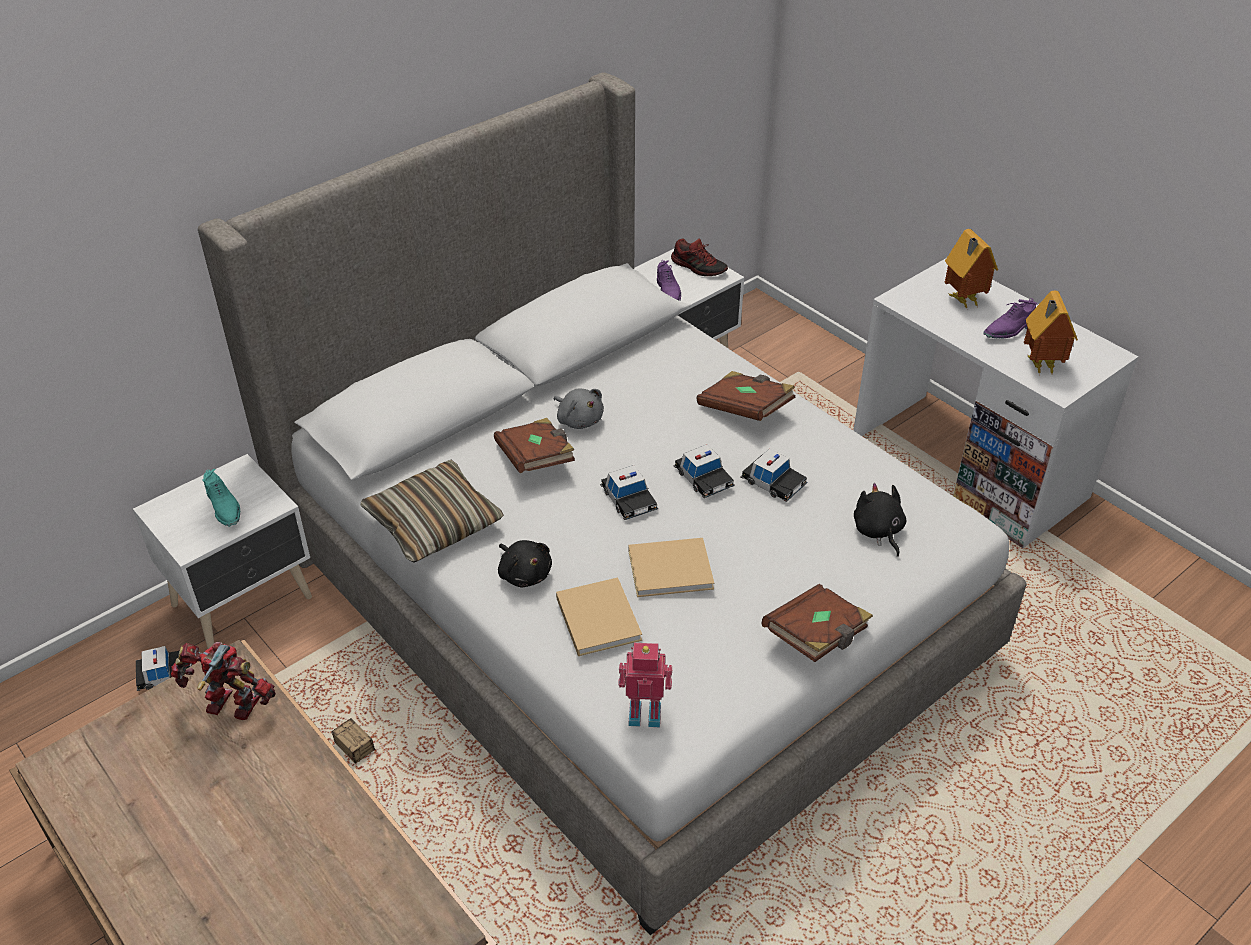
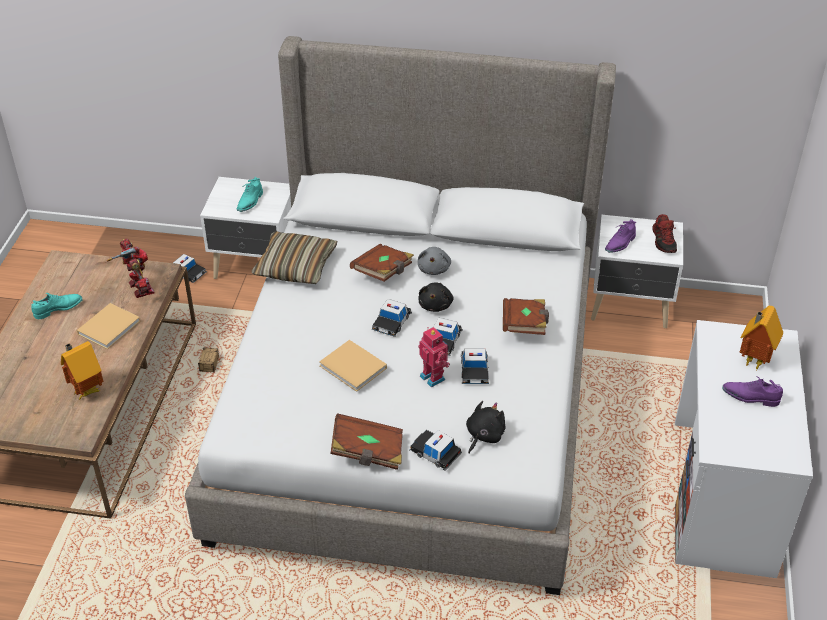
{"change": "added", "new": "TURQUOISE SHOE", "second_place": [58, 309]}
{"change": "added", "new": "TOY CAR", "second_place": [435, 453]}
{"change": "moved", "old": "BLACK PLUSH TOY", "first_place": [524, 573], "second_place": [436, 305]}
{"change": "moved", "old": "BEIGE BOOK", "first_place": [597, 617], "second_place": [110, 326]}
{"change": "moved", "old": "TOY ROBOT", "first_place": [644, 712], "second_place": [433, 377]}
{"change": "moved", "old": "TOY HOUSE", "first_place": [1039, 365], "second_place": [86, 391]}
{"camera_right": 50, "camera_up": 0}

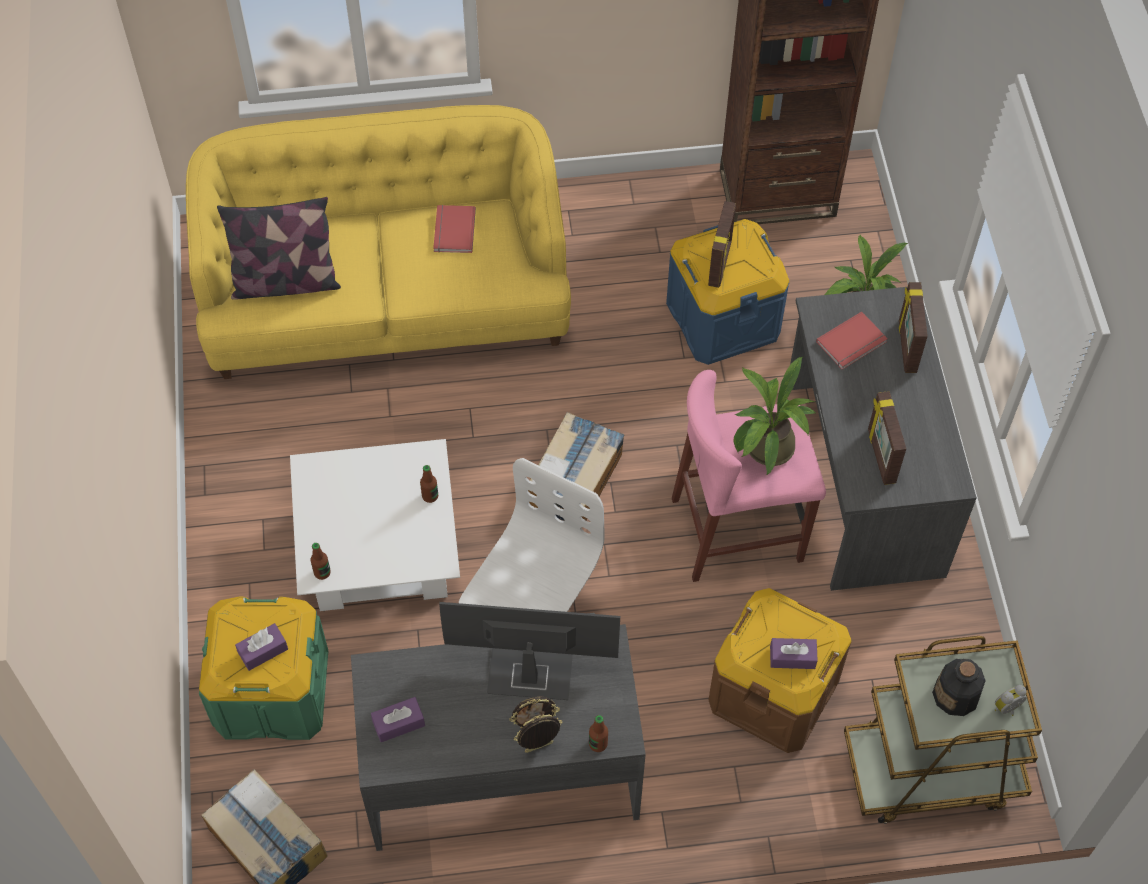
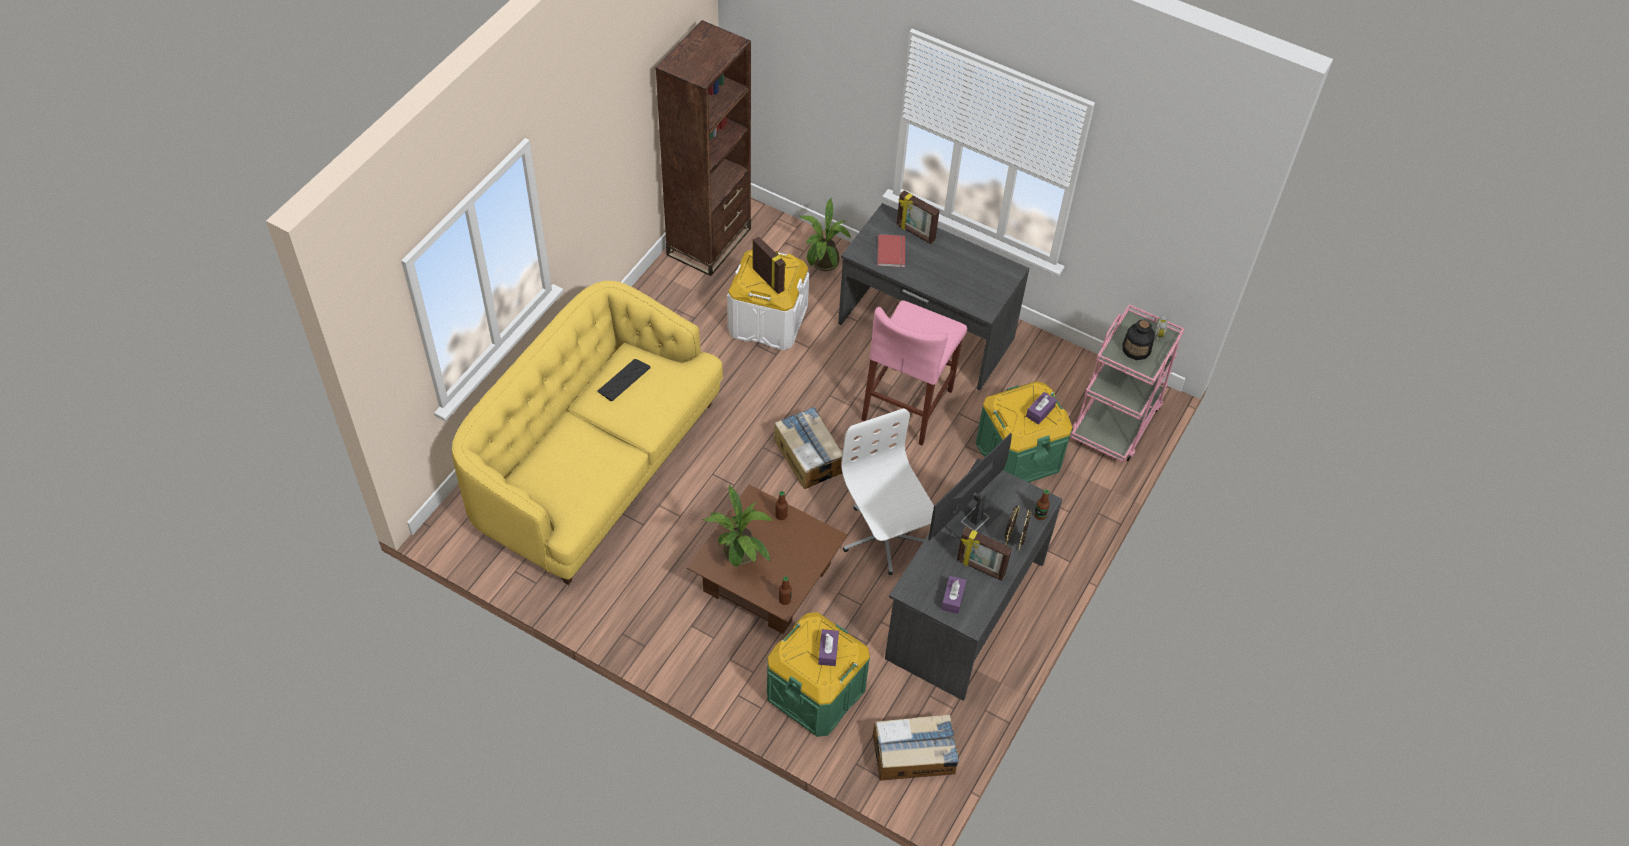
{"change": "removed", "old": "PILLOW", "first_place": [285, 282]}
{"change": "moved", "old": "POTTED PLANT", "first_place": [765, 451], "second_place": [740, 556]}
{"change": "moved", "old": "PICTURE FRAME", "first_place": [880, 456], "second_place": [980, 568]}
{"change": "replaced", "old": "RED BOOK", "new": "KEYBOARD", "first_place": [452, 231], "second_place": [624, 380]}
{"change": "recoloured", "old": "WHITE COFFEE TABLE", "new": "BROWN COFFEE TABLE", "first_place": [379, 548], "second_place": [767, 578]}
{"change": "recoloured", "old": "BLUE STORAGE BOX", "new": "WHITE STORAGE BOX", "first_place": [722, 318], "second_place": [767, 321]}
{"change": "recoloured", "old": "BROWN STORAGE BOX", "new": "GREEN STORAGE BOX", "first_place": [773, 692], "second_place": [1018, 455]}
{"change": "recoloured", "old": "BROWN CART", "new": "PINK CART", "first_place": [931, 770], "second_place": [1116, 420]}
{"camera_right": -55, "camera_up": -5}

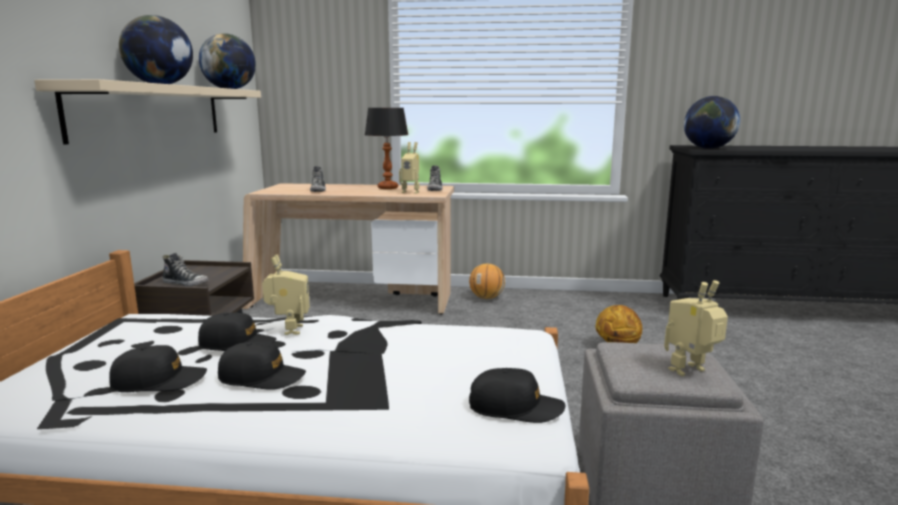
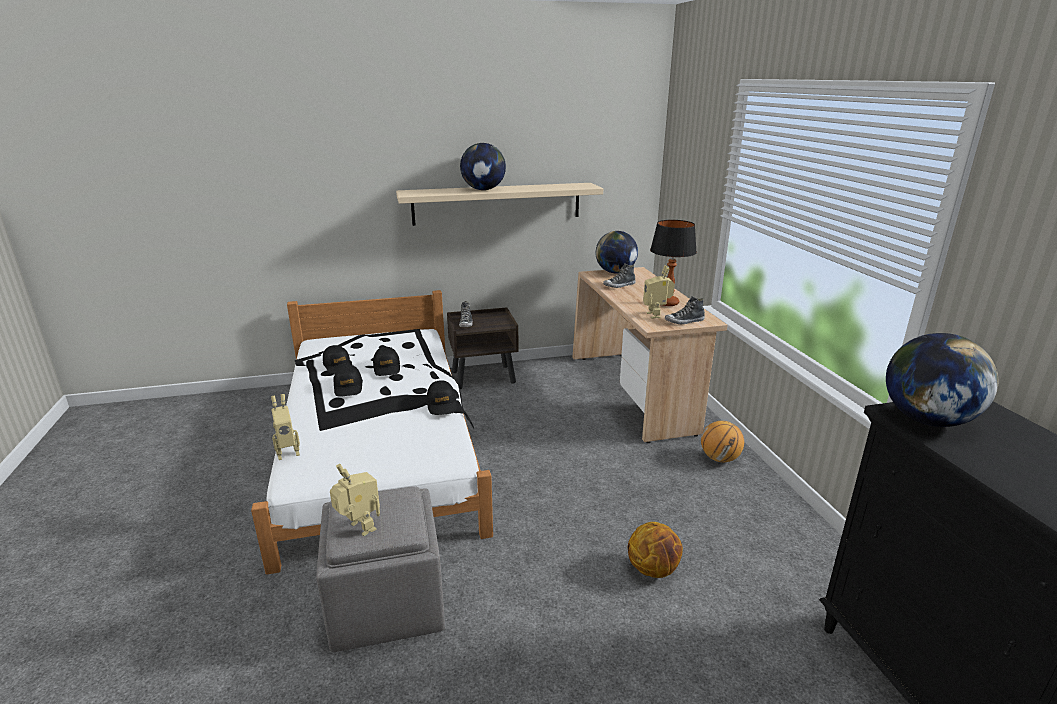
{"change": "moved", "old": "GLOBE", "first_place": [230, 89], "second_place": [615, 272]}
{"change": "moved", "old": "TOY ROBOT", "first_place": [288, 330], "second_place": [288, 452]}
{"change": "moved", "old": "BLACK CAP", "first_place": [515, 407], "second_place": [442, 404]}
{"camera_right": 70, "camera_up": 10}

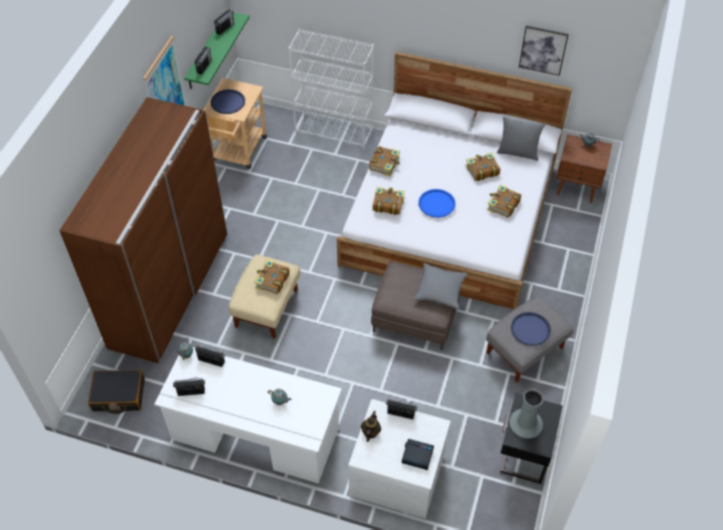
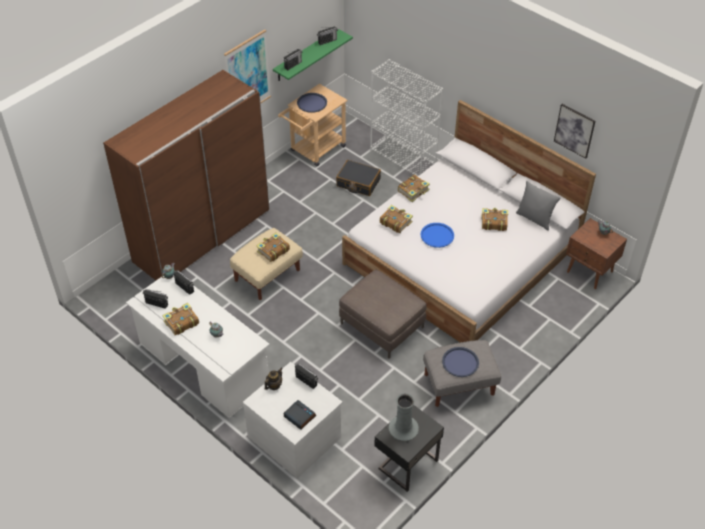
{"change": "removed", "old": "GREY PILLOW", "first_place": [440, 290]}
{"change": "moved", "old": "BLACK SUITCASE", "first_place": [118, 395], "second_place": [358, 183]}
{"change": "moved", "old": "BOOK", "first_place": [503, 205], "second_place": [181, 322]}
{"camera_right": 25, "camera_up": -5}

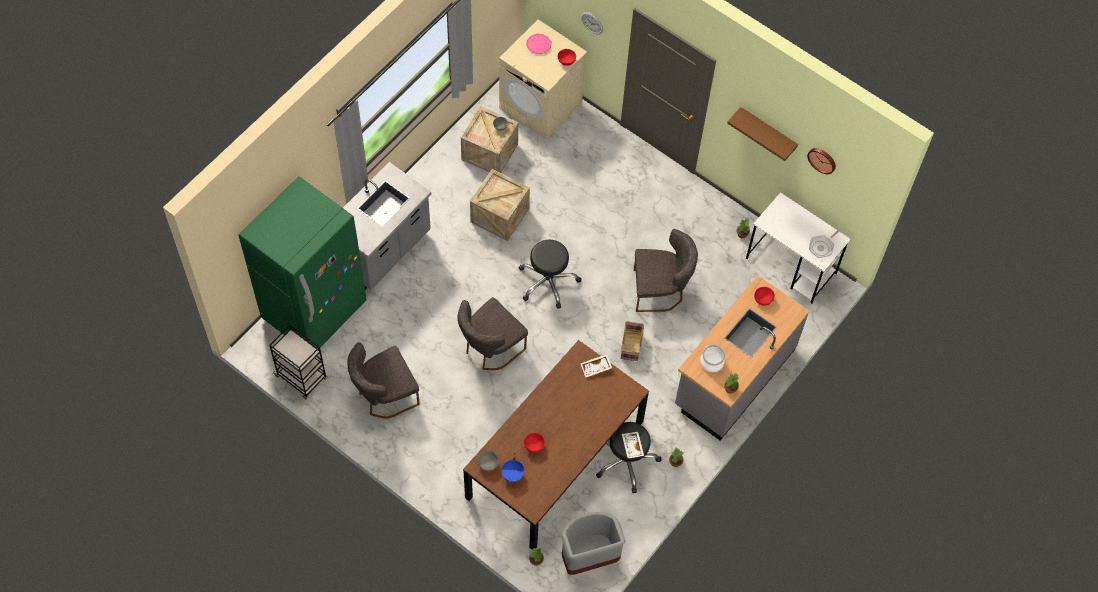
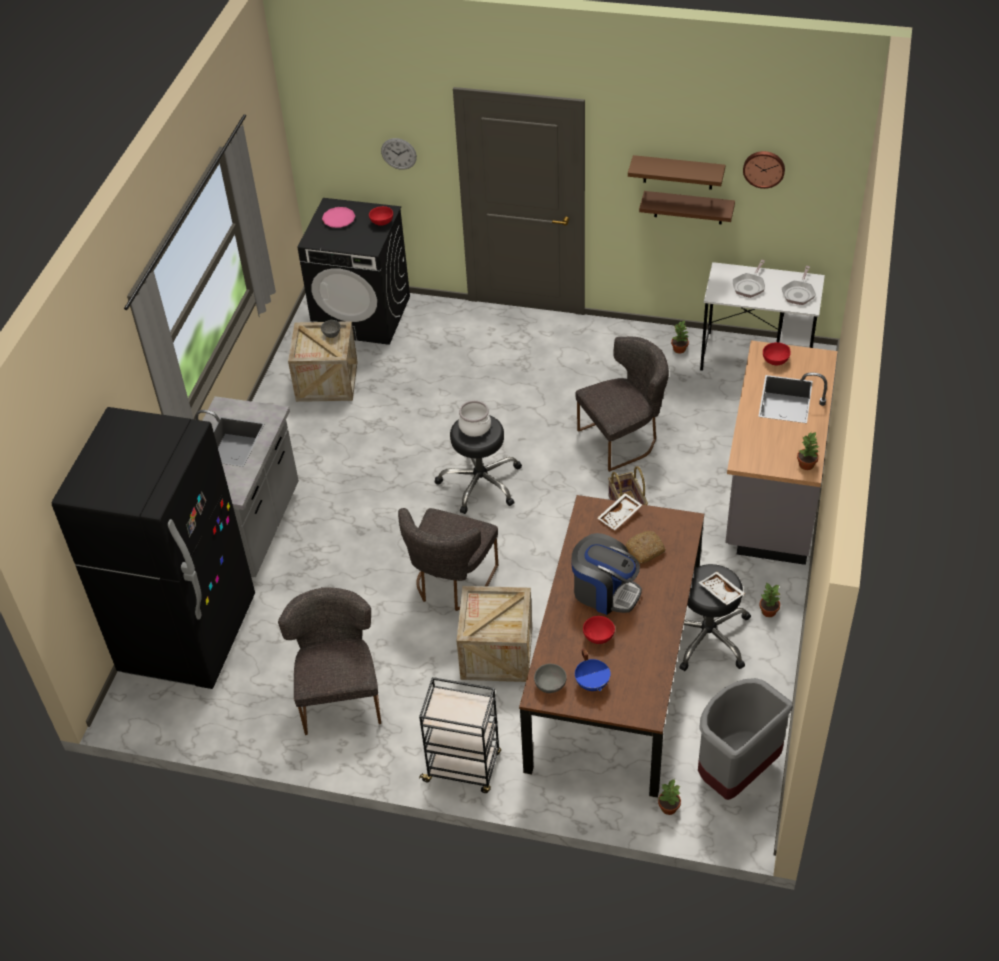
{"change": "added", "new": "COFFEE MACHINE", "second_place": [604, 592]}
{"change": "added", "new": "BREAD", "second_place": [645, 550]}
{"change": "added", "new": "BROWN SHELF", "second_place": [688, 207]}
{"change": "added", "new": "FRYING PAN", "second_place": [749, 286]}
{"change": "moved", "old": "BLACK CART", "first_place": [302, 378], "second_place": [463, 767]}
{"change": "moved", "old": "CRATE", "first_place": [500, 215], "second_place": [497, 653]}
{"change": "moved", "old": "COOKING POT", "first_place": [711, 362], "second_place": [474, 427]}
{"change": "recoloured", "old": "GREEN FRIDGE", "new": "BLACK FRIDGE", "first_place": [314, 311], "second_place": [189, 635]}
{"change": "recoloured", "old": "BEIGE WASHING MACHINE", "new": "BLACK WASHING MACHINE", "first_place": [541, 105], "second_place": [362, 315]}
{"change": "turned", "old": "GREY CHAIR", "first_place": [384, 396], "second_place": [340, 696], "degrees": 135}
{"camera_right": -20, "camera_up": -15}

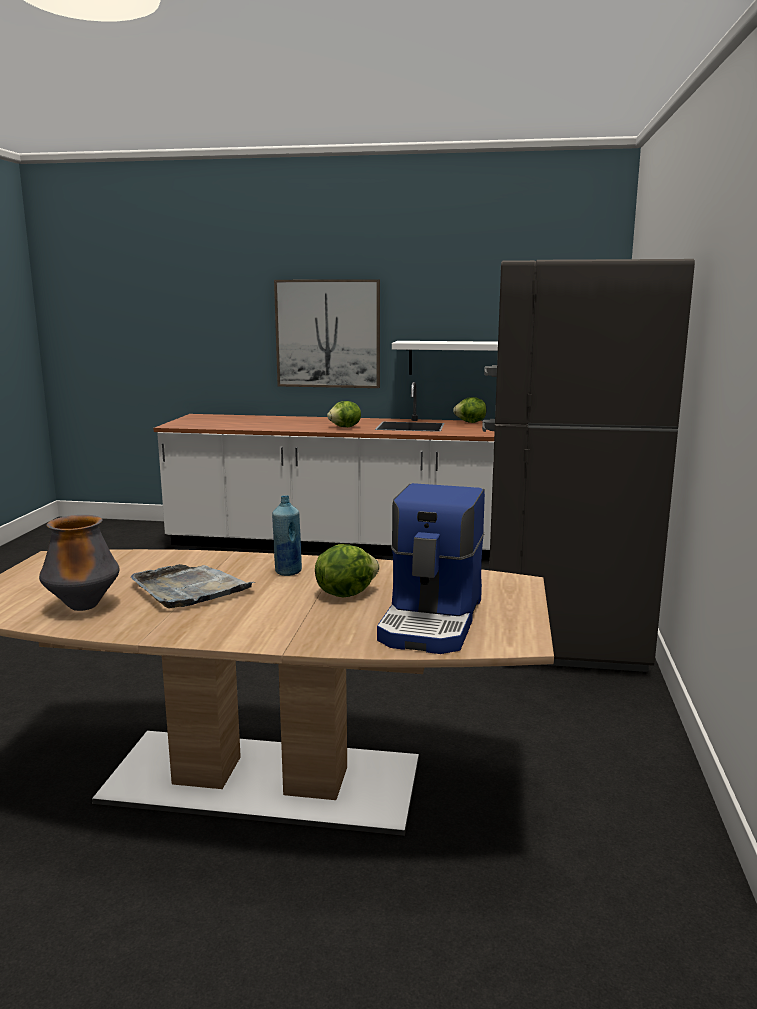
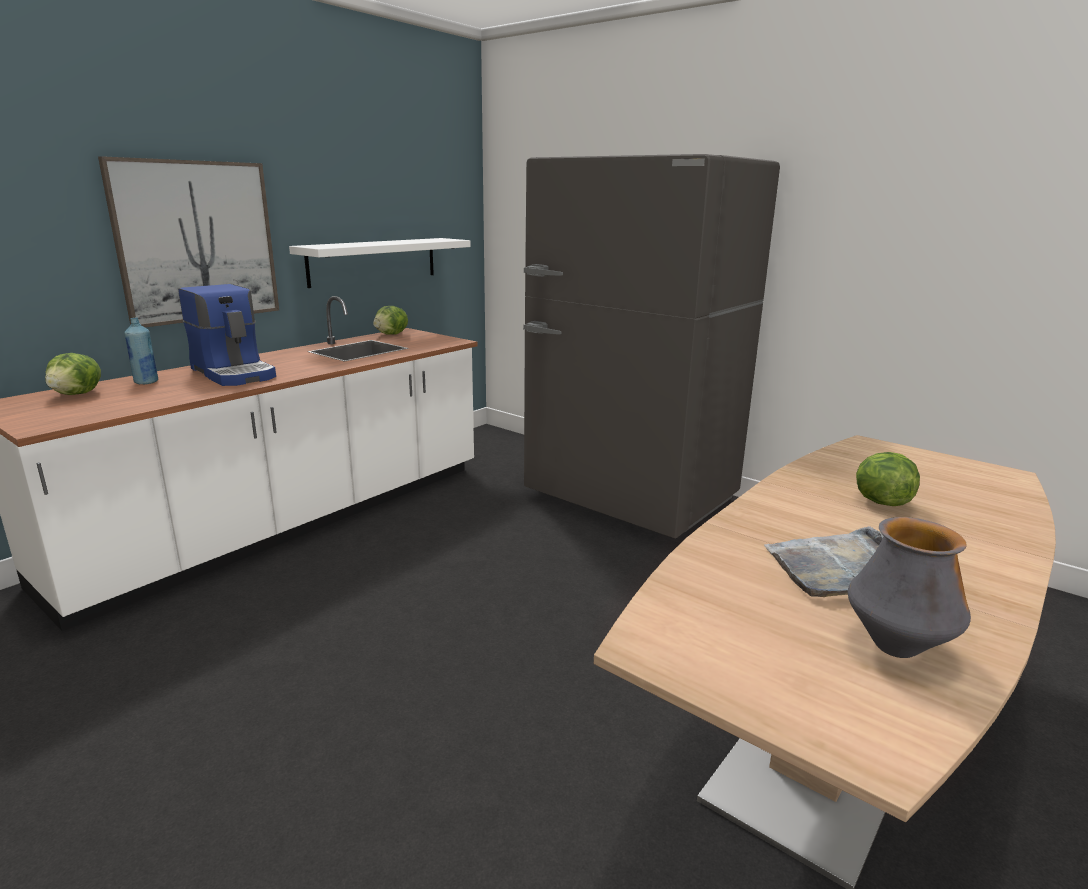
{"change": "moved", "old": "BLUE BOTTLE", "first_place": [288, 572], "second_place": [146, 382]}
{"change": "moved", "old": "LETTUCE", "first_place": [345, 427], "second_place": [78, 394]}
{"change": "moved", "old": "COFFEE MACHINE", "first_place": [433, 621], "second_place": [235, 373]}
{"camera_right": -60, "camera_up": 5}

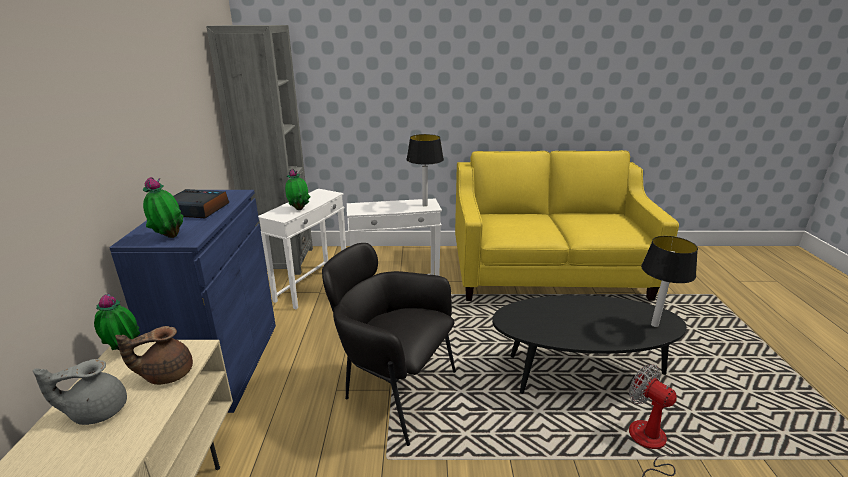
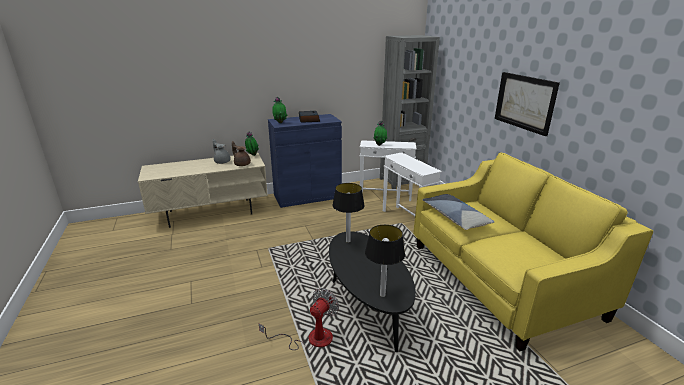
{"change": "removed", "old": "BLACK ARMCHAIR", "first_place": [392, 391]}
{"change": "added", "new": "PILLOW", "second_place": [455, 217]}
{"change": "added", "new": "PICTURE", "second_place": [524, 102]}
{"change": "moved", "old": "TABLE LAMP", "first_place": [424, 205], "second_place": [347, 241]}
{"camera_right": 70, "camera_up": 0}

